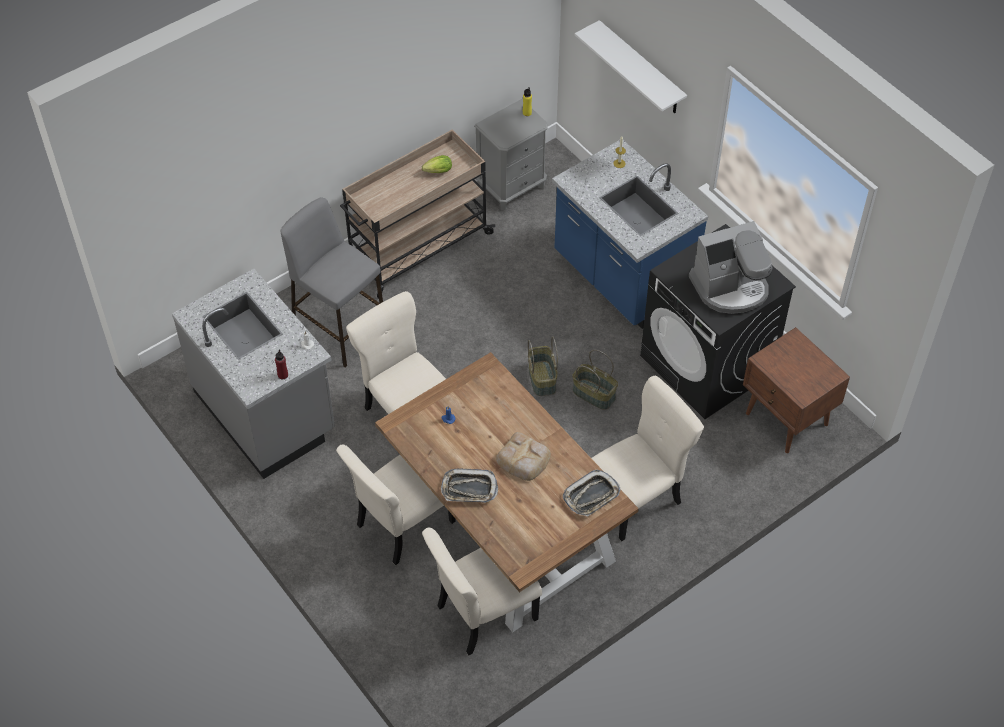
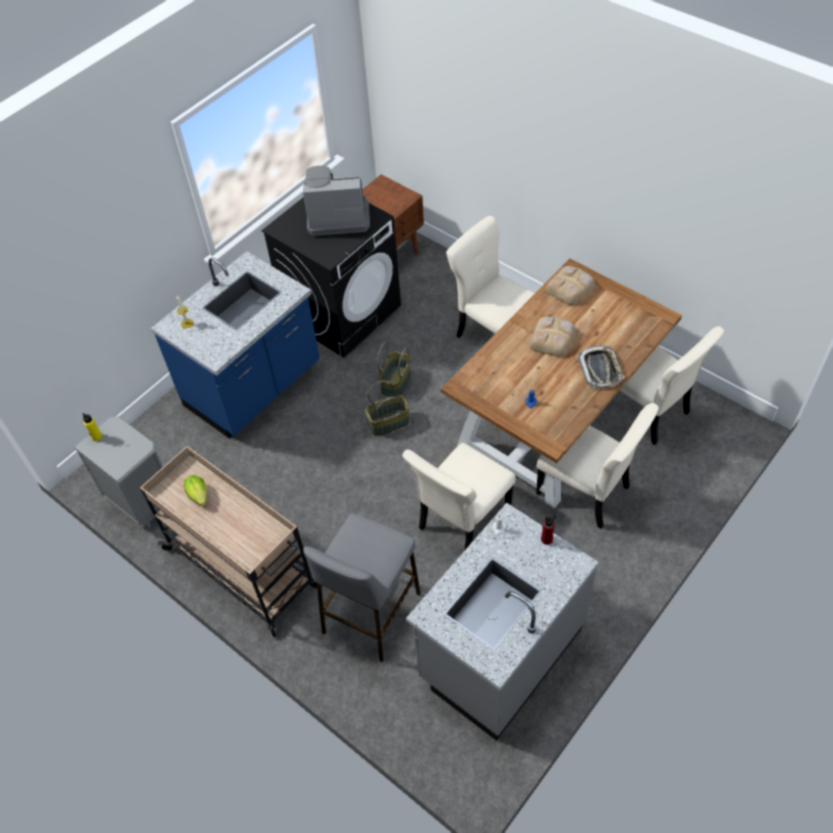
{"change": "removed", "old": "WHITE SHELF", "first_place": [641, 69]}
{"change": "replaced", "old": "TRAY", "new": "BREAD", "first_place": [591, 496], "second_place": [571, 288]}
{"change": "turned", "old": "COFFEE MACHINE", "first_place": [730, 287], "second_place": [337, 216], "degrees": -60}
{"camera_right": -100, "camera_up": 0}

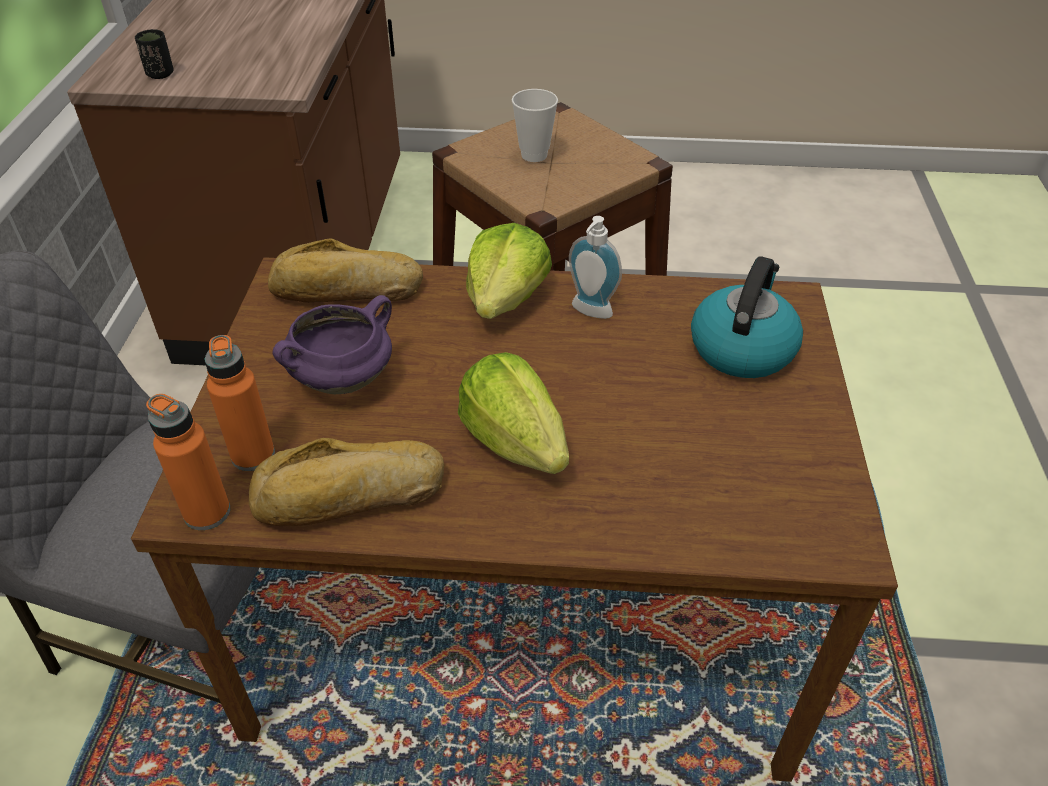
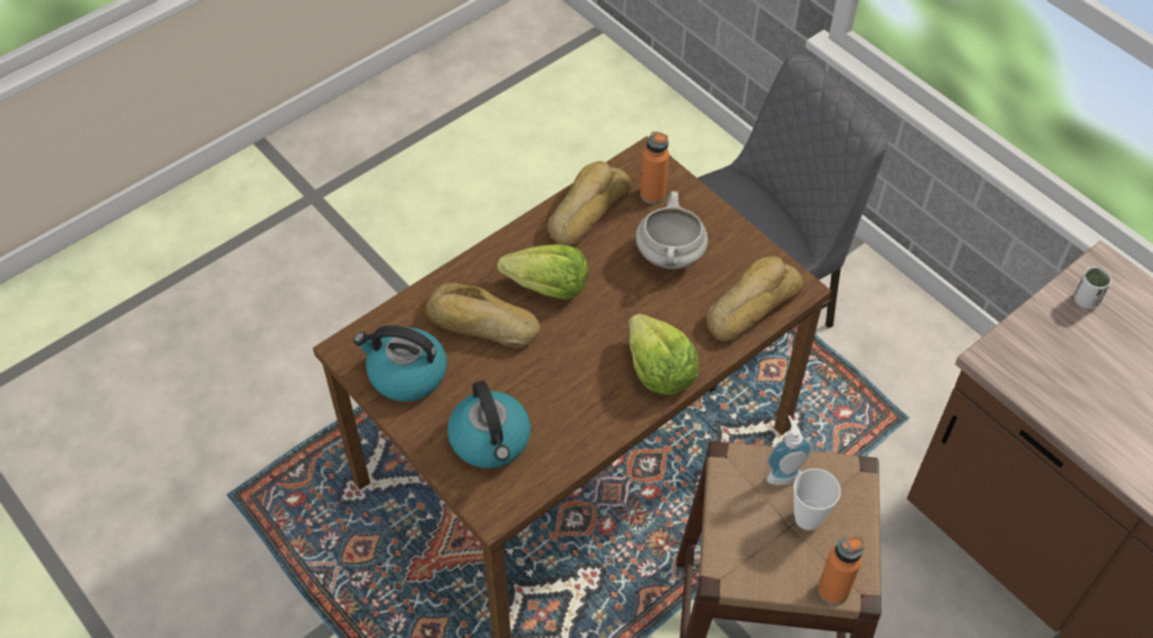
{"change": "added", "new": "KETTLE", "second_place": [406, 374]}
{"change": "added", "new": "BREAD", "second_place": [481, 325]}
{"change": "moved", "old": "ORANGE BOTTLE", "first_place": [207, 512], "second_place": [832, 591]}
{"change": "moved", "old": "SOAP DISPENSER", "first_place": [589, 312], "second_place": [782, 473]}
{"change": "recoloured", "old": "BLACK CUP", "new": "WHITE CUP", "first_place": [160, 74], "second_place": [1086, 300]}
{"change": "recoloured", "old": "PURPLE COOKING POT", "new": "WHITE COOKING POT", "first_place": [343, 379], "second_place": [670, 256]}
{"camera_right": 135, "camera_up": 10}

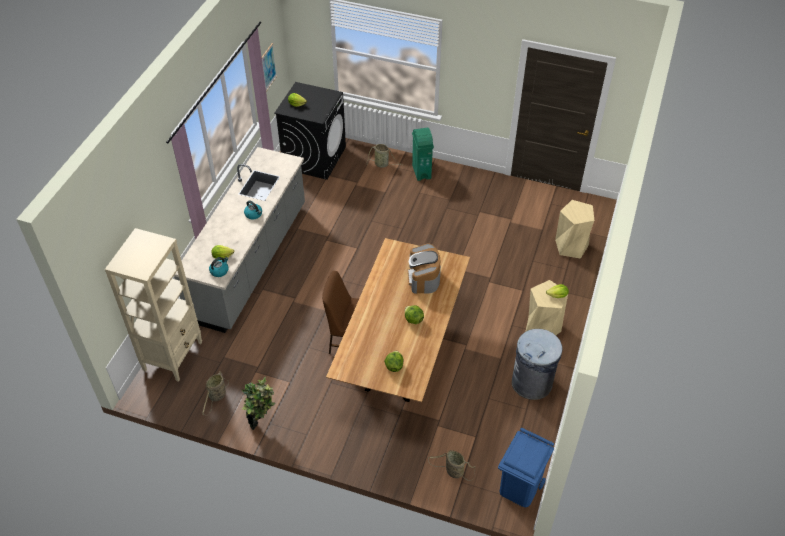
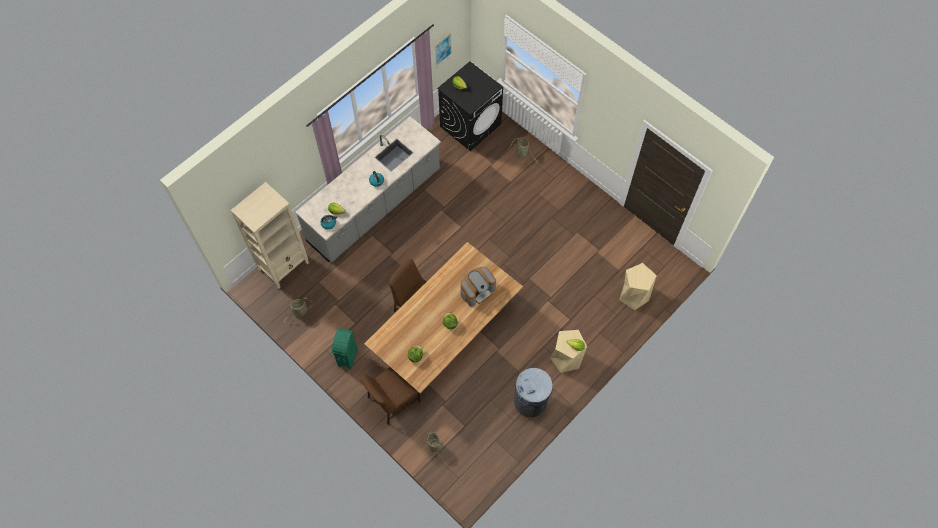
{"change": "removed", "old": "POTTED PLANT", "first_place": [261, 420]}
{"change": "removed", "old": "BLUE TRASH CAN", "first_place": [520, 488]}
{"change": "added", "new": "BROWN CHAIR", "second_place": [392, 399]}
{"change": "moved", "old": "GREEN TRASH CAN", "first_place": [421, 172], "second_place": [348, 357]}
{"change": "turned", "old": "COFFEE MACHINE", "first_place": [423, 278], "second_place": [477, 290], "degrees": -150}
{"camera_right": 25, "camera_up": 15}

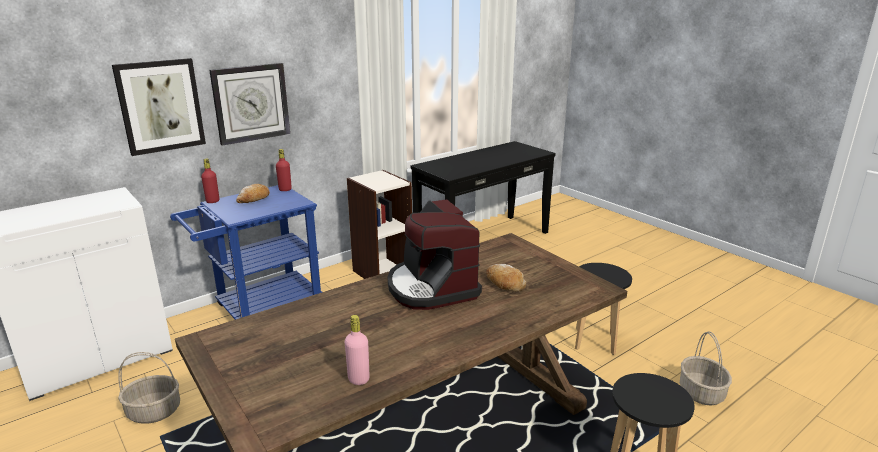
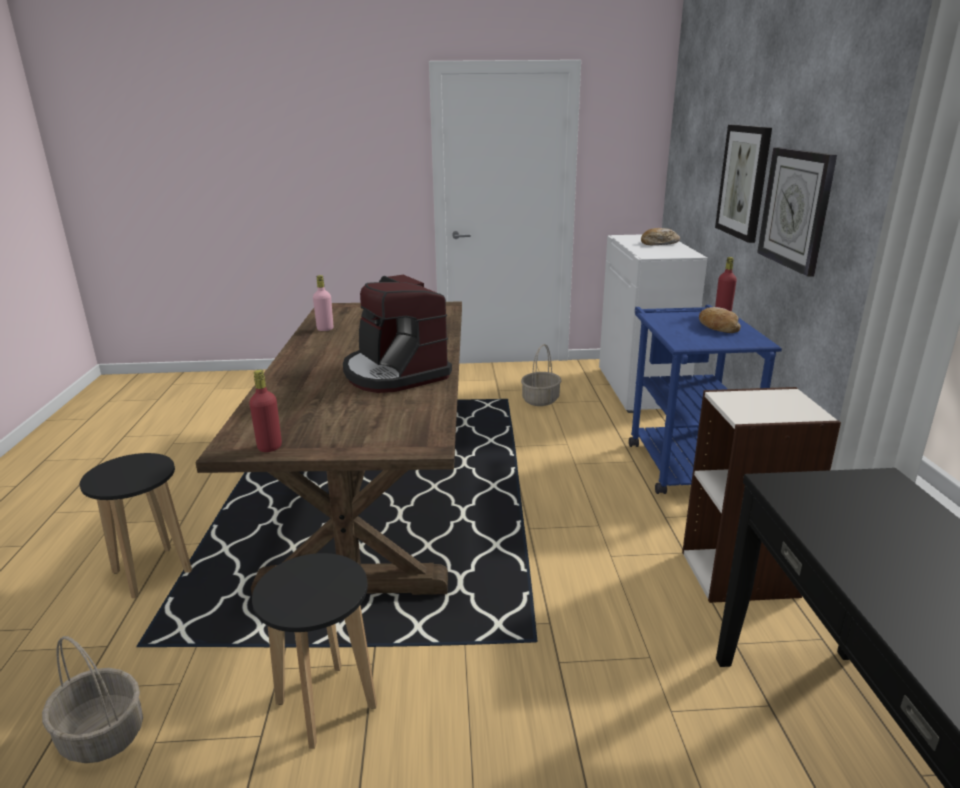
{"change": "moved", "old": "RED BOTTLE", "first_place": [285, 189], "second_place": [269, 447]}
{"change": "moved", "old": "BREAD", "first_place": [504, 283], "second_place": [659, 243]}
{"change": "turned", "old": "COFFEE MACHINE", "first_place": [431, 287], "second_place": [394, 373], "degrees": -135}
{"camera_right": 125, "camera_up": 0}

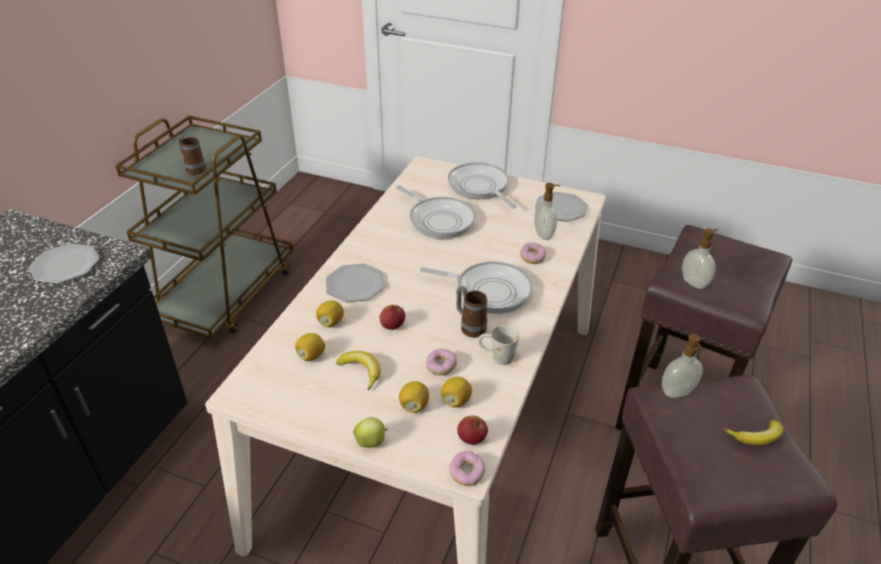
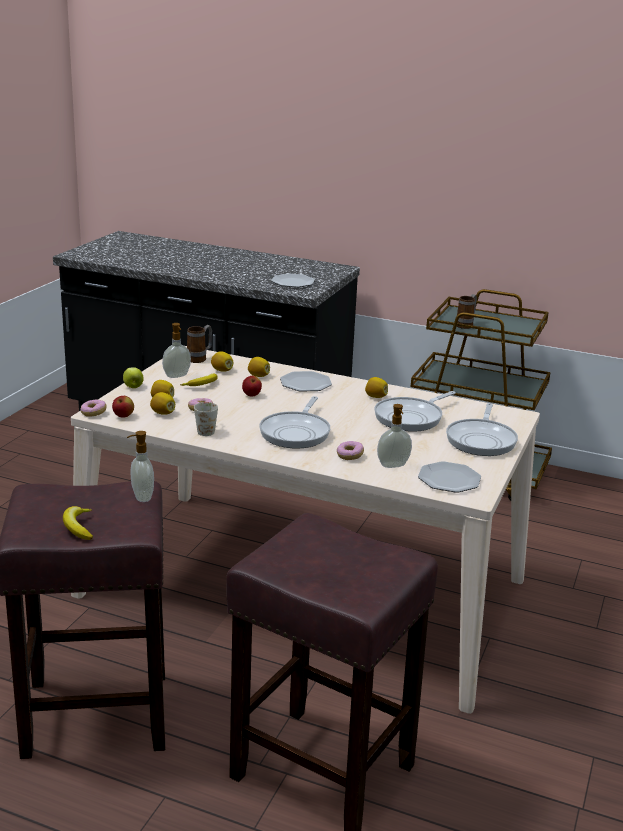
{"change": "added", "new": "LEMON", "second_place": [376, 397]}
{"change": "moved", "old": "MUG", "first_place": [470, 326], "second_place": [200, 358]}
{"change": "moved", "old": "SOAP DISPENSER", "first_place": [694, 282], "second_place": [177, 376]}
{"change": "turned", "old": "FRYING PAN", "first_place": [480, 187], "second_place": [482, 440], "degrees": 135}
{"camera_right": 90, "camera_up": -15}

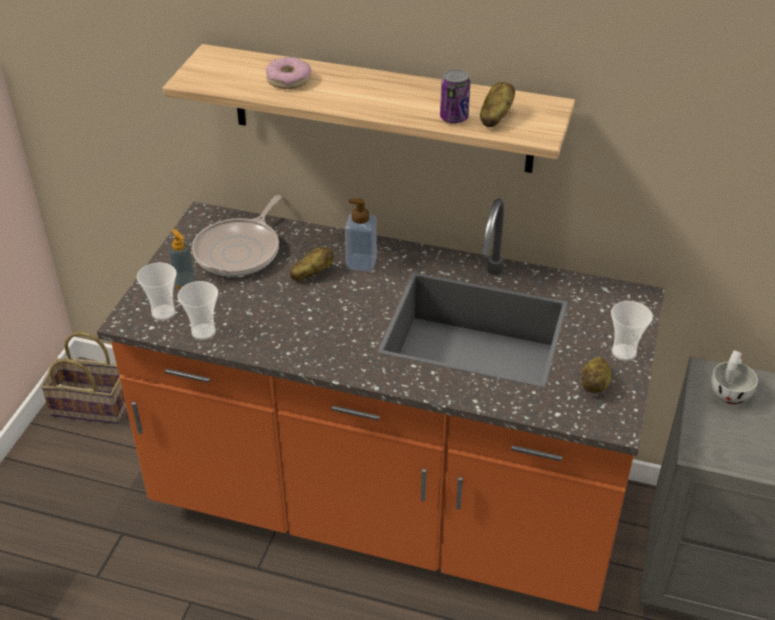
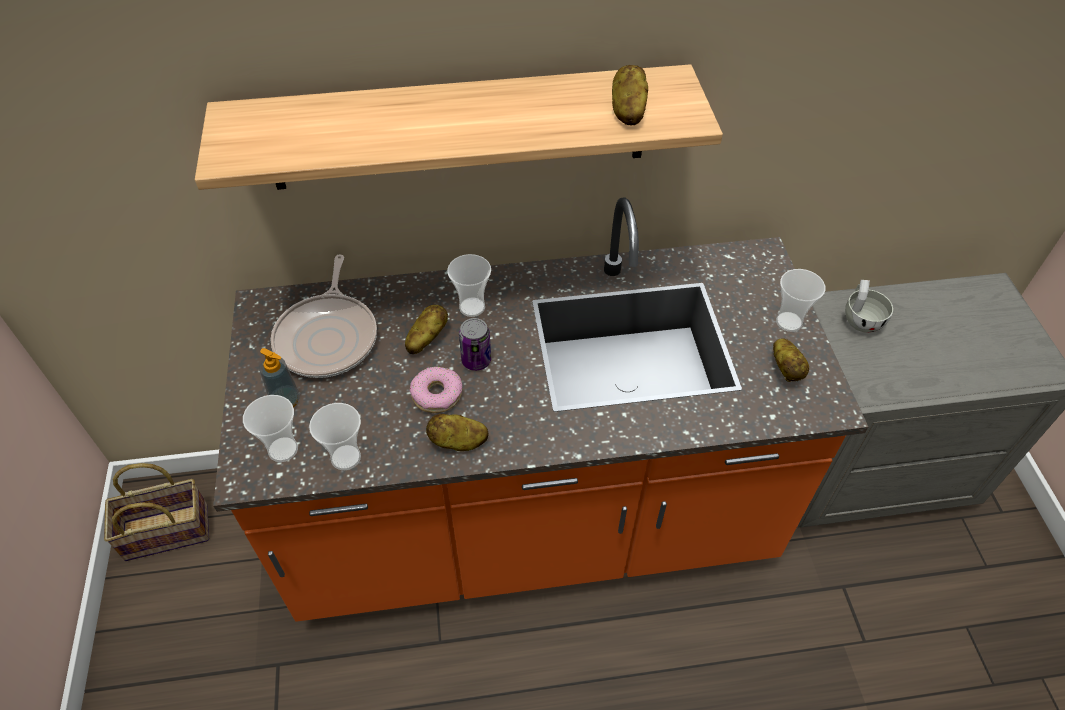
{"change": "added", "new": "POTATO", "second_place": [458, 442]}
{"change": "moved", "old": "DONUT", "first_place": [288, 80], "second_place": [437, 394]}
{"change": "moved", "old": "CAN", "first_place": [454, 118], "second_place": [476, 360]}
{"change": "replaced", "old": "SOAP DISPENSER", "new": "CUP", "first_place": [361, 263], "second_place": [472, 307]}
{"camera_right": -25, "camera_up": 10}

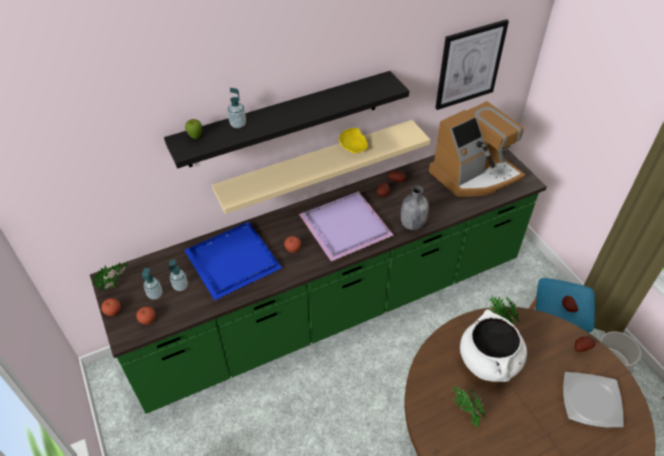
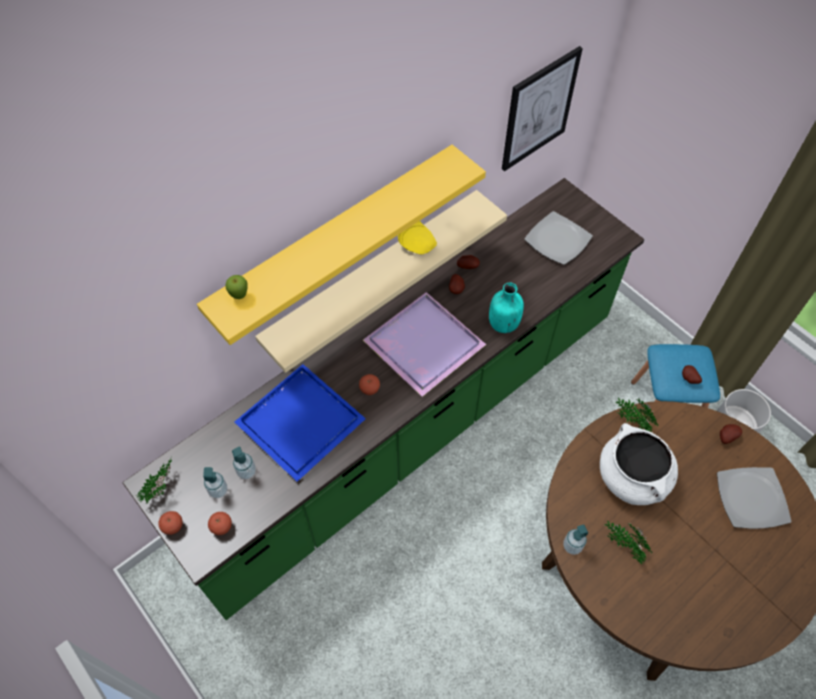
{"change": "moved", "old": "SOAP DISPENSER", "first_place": [238, 124], "second_place": [572, 546]}
{"change": "replaced", "old": "COFFEE MACHINE", "new": "PLATE", "first_place": [474, 174], "second_place": [557, 239]}
{"change": "recoloured", "old": "BLACK SHELF", "new": "YELLOW SHELF", "first_place": [284, 119], "second_place": [335, 237]}
{"change": "recoloured", "old": "GREY BOTTLE", "new": "TURQUOISE BOTTLE", "first_place": [412, 224], "second_place": [503, 324]}
{"camera_right": -15, "camera_up": 10}

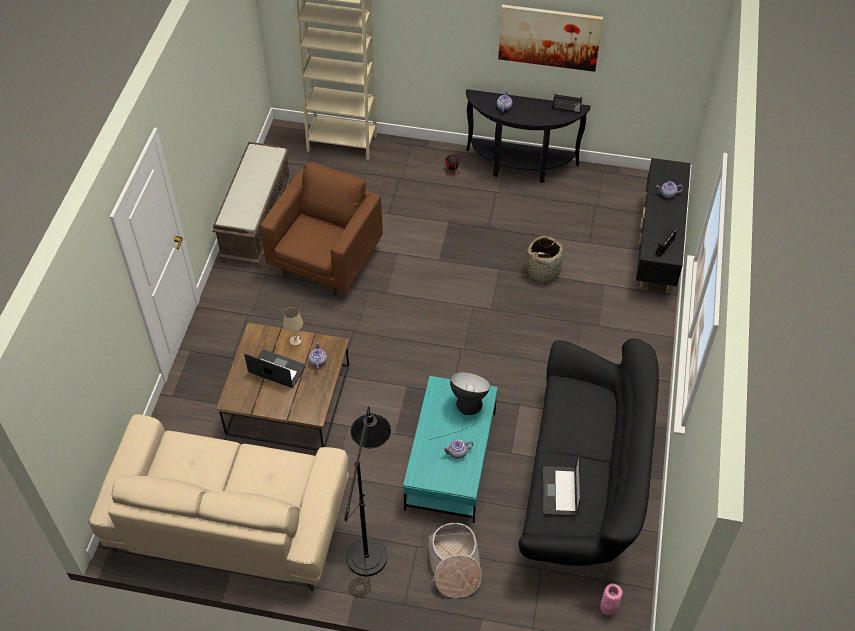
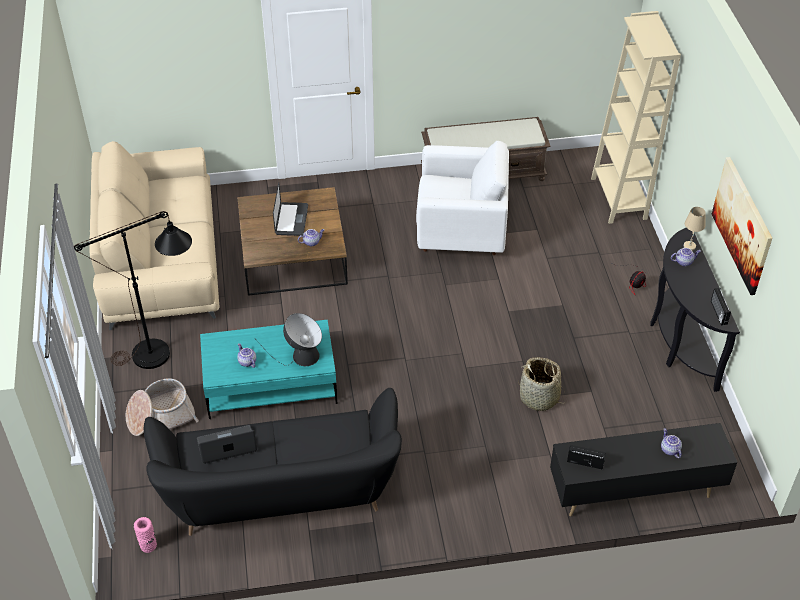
{"change": "moved", "old": "BEIGE TABLE LAMP", "first_place": [296, 341], "second_place": [689, 246]}
{"change": "recoloured", "old": "BROWN ARMCHAIR", "new": "WHITE ARMCHAIR", "first_place": [325, 261], "second_place": [460, 233]}
{"camera_right": 70, "camera_up": -5}

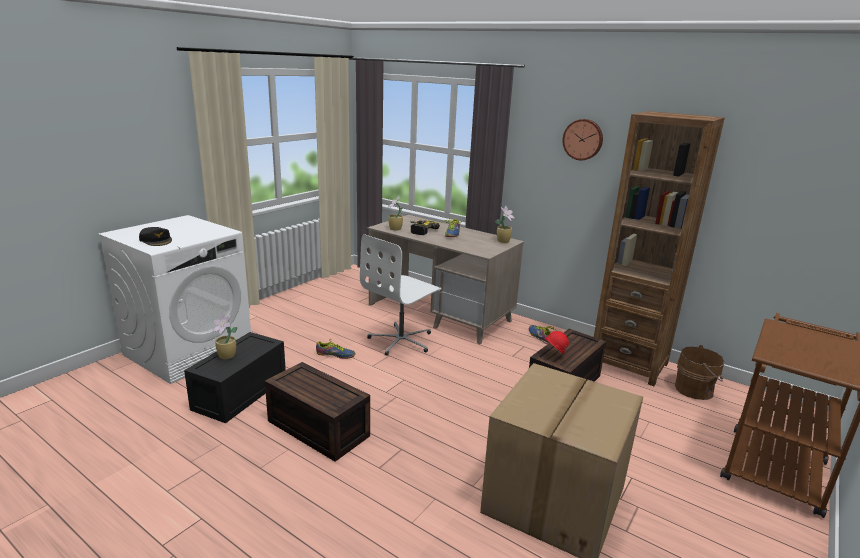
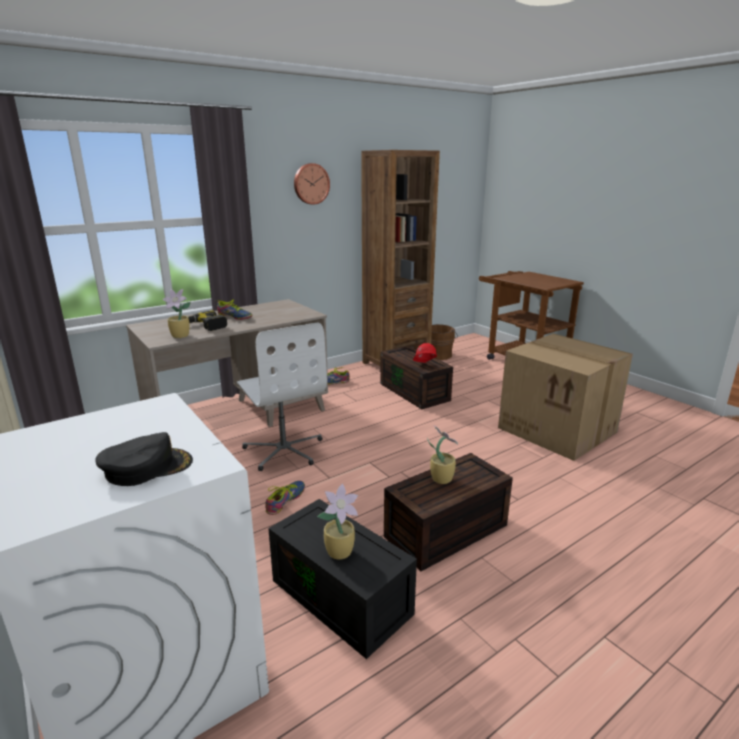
{"change": "moved", "old": "POTTED PLANT", "first_place": [503, 241], "second_place": [441, 478]}
{"camera_right": -70, "camera_up": 0}

